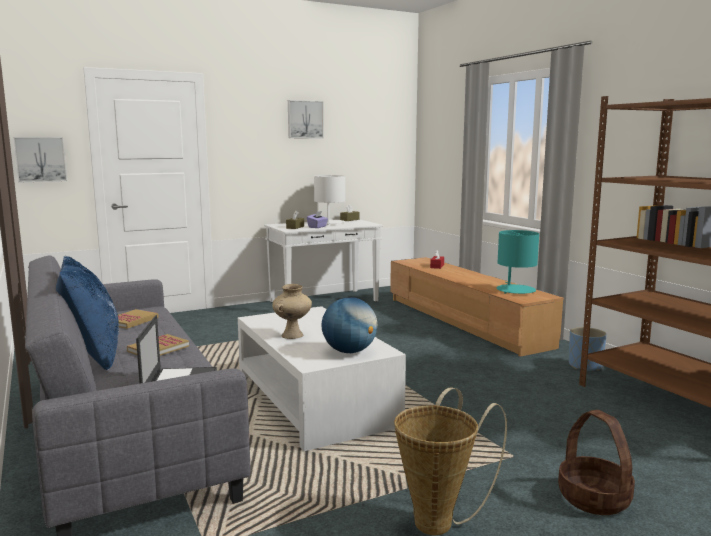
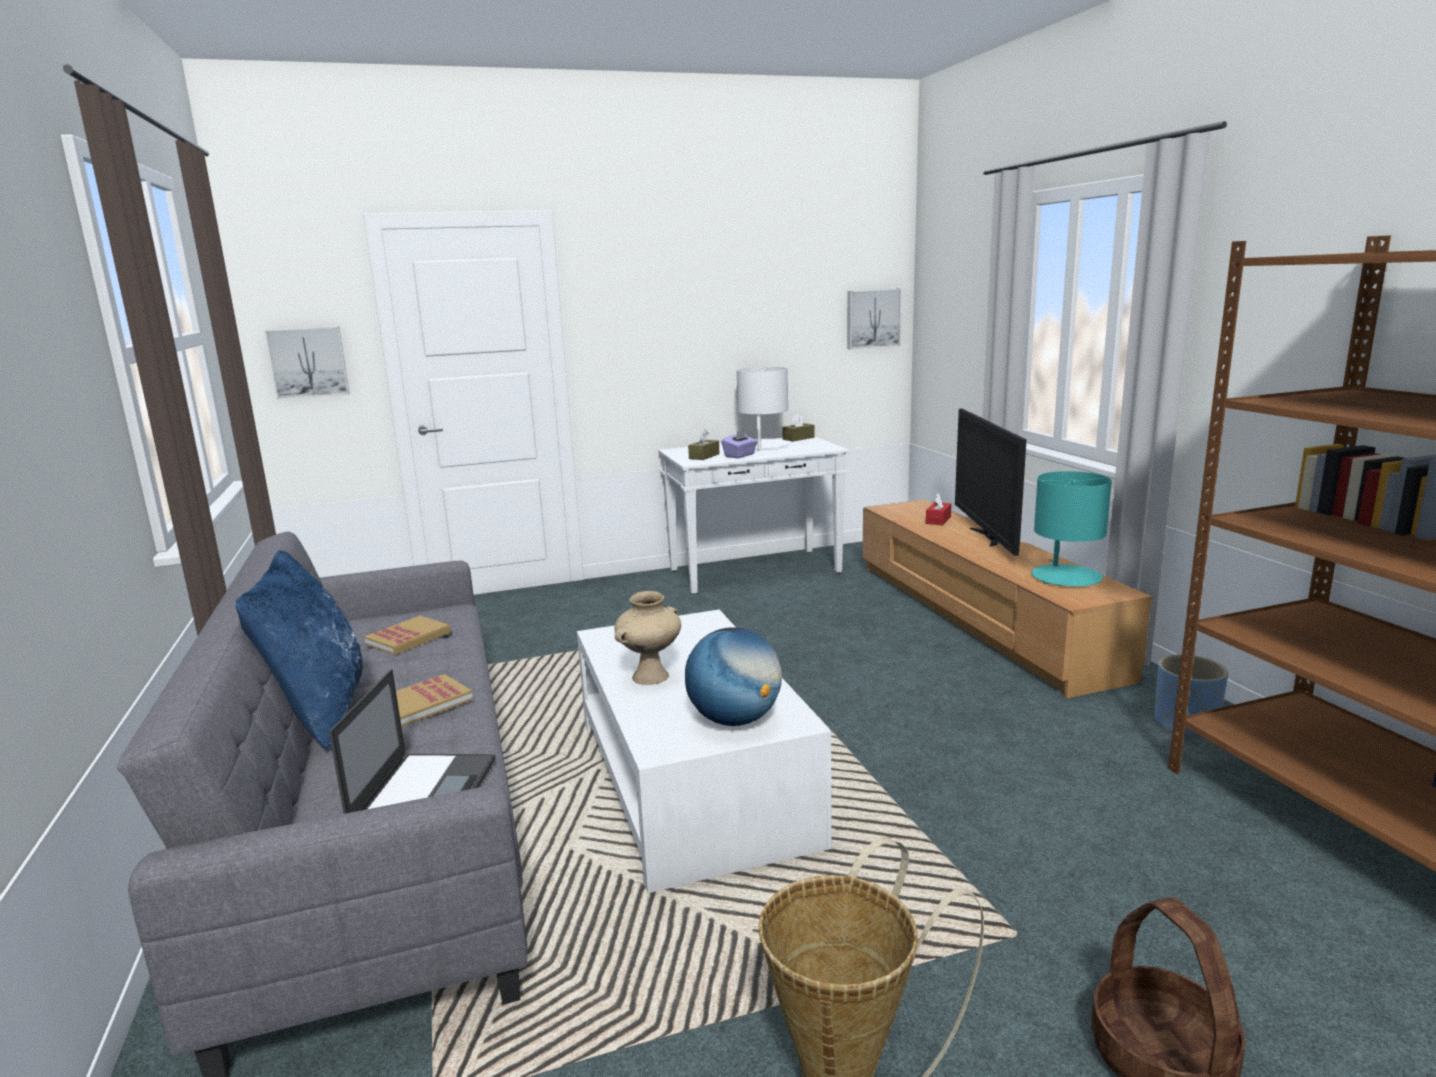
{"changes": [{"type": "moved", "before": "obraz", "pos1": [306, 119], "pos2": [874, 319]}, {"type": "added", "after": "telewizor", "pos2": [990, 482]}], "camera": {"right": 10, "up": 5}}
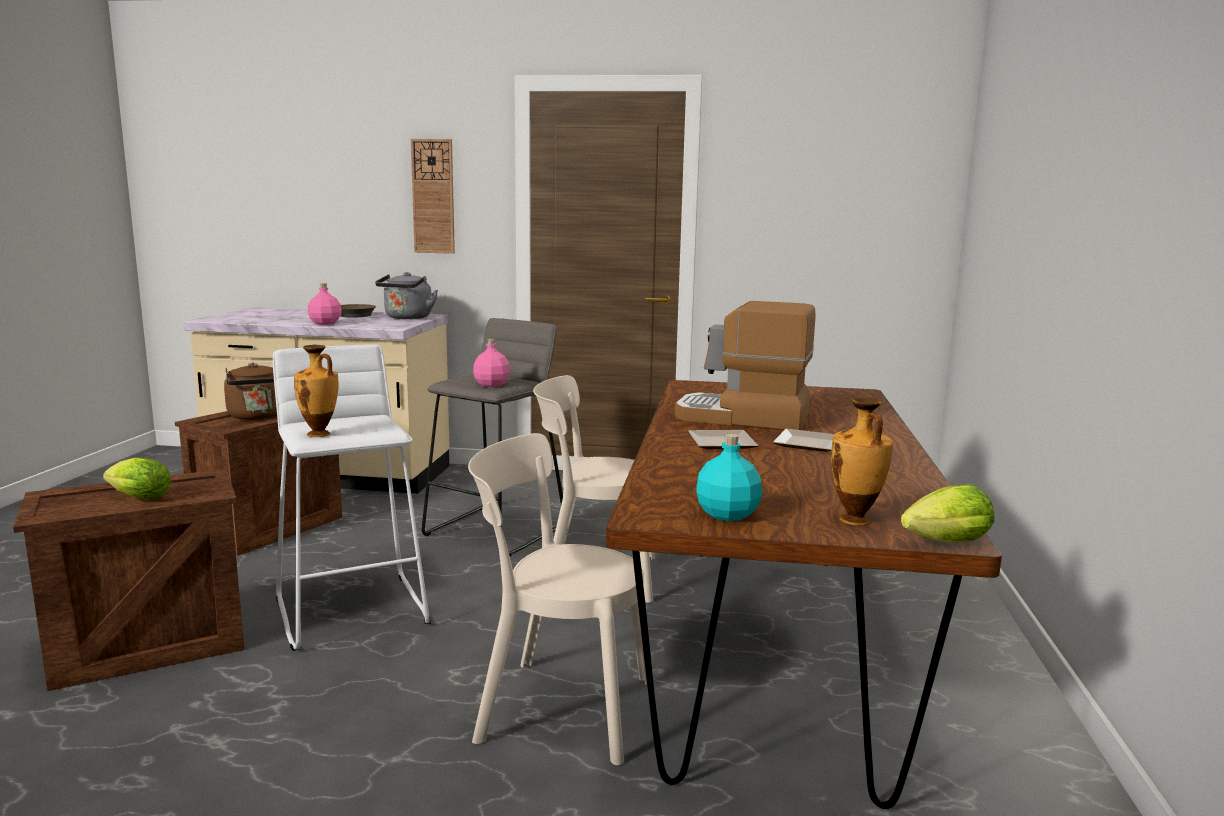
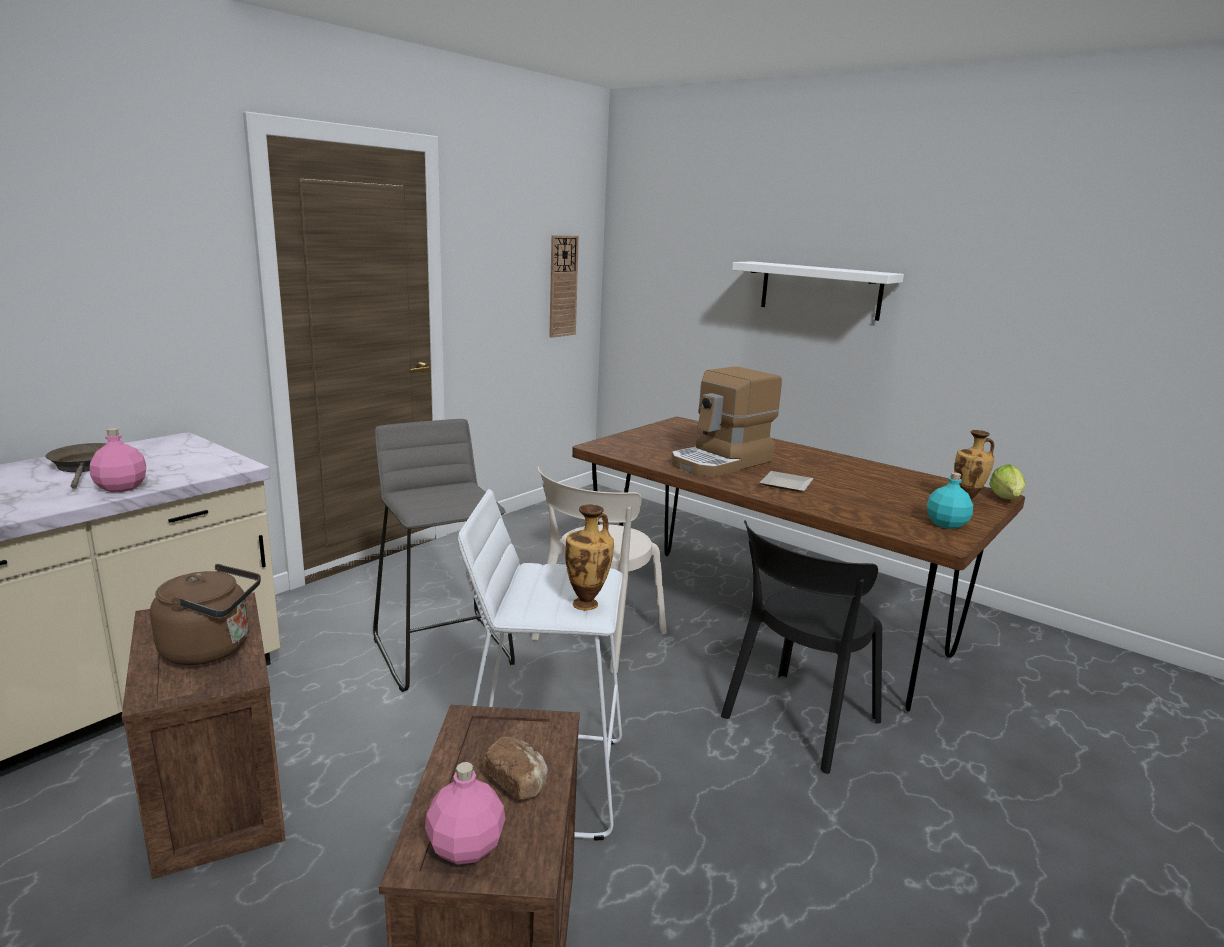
{"changes": [{"type": "moved", "before": "butelka (różowy)", "pos1": [491, 362], "pos2": [465, 813]}, {"type": "replaced", "before": "sałata", "after": "chleb", "pos1": [137, 478], "pos2": [515, 768]}, {"type": "moved", "before": "zegar ścienny", "pos1": [433, 196], "pos2": [564, 286]}, {"type": "recoloured", "before": "krzesło (beżowy)", "after": "krzesło (czarny)", "pos1": [557, 599], "pos2": [801, 647]}, {"type": "added", "after": "półka (biały)", "pos2": [818, 291]}, {"type": "removed", "before": "czajnik (szary)", "pos1": [406, 295]}, {"type": "removed", "before": "talerz", "pos1": [803, 440]}], "camera": {"right": -60, "up": 5}}
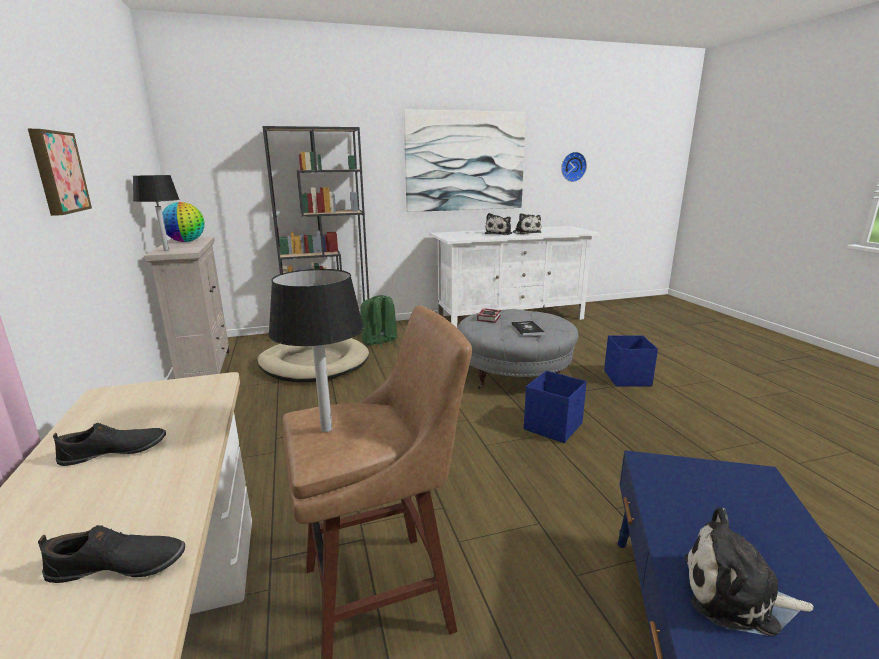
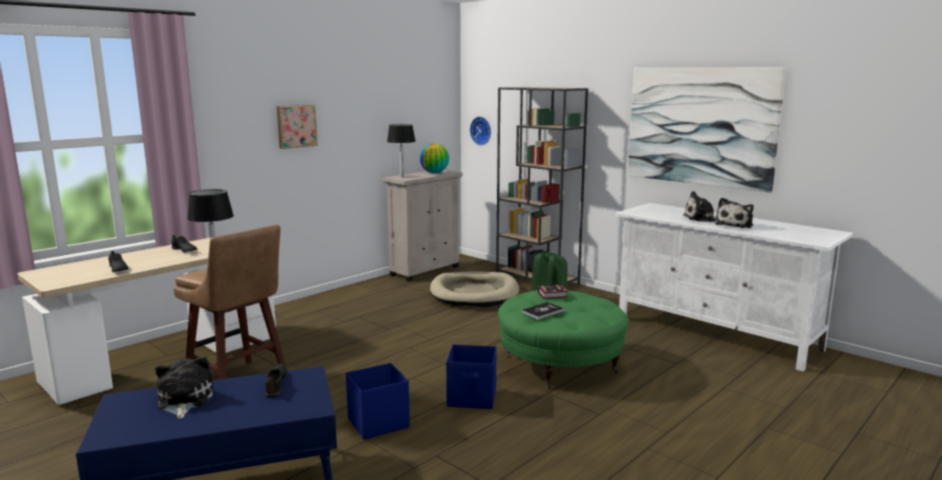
{"changes": [{"type": "added", "after": "but (czarny)", "pos2": [276, 381]}, {"type": "moved", "before": "pojemnik do przechowywania (niebieski)", "pos1": [631, 361], "pos2": [378, 401]}, {"type": "moved", "before": "zegar ścienny", "pos1": [574, 167], "pos2": [480, 131]}, {"type": "recoloured", "before": "pufa (szary)", "after": "pufa (zielony)", "pos1": [518, 349], "pos2": [563, 339]}], "camera": {"right": 60, "up": -5}}
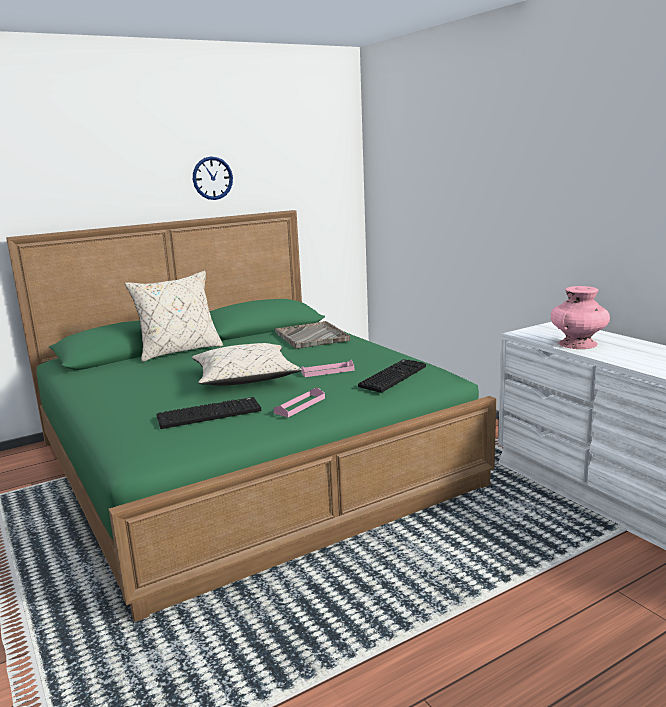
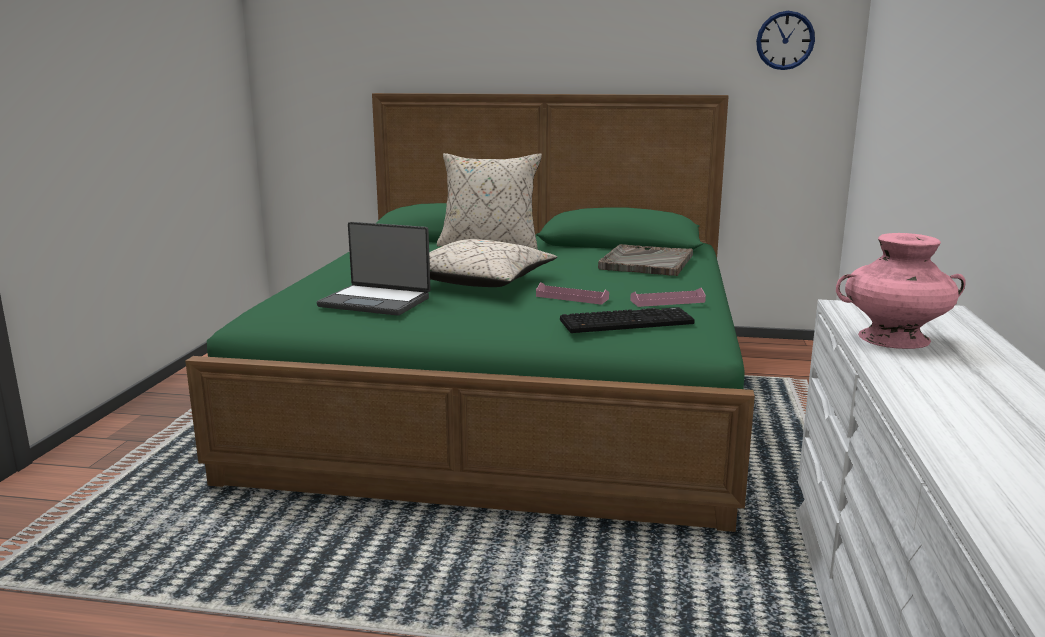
{"changes": [{"type": "replaced", "before": "klawiatura", "after": "laptop", "pos1": [208, 413], "pos2": [374, 268]}, {"type": "moved", "before": "taca (różowy)", "pos1": [299, 402], "pos2": [668, 297]}, {"type": "moved", "before": "zegar ścienny", "pos1": [213, 178], "pos2": [785, 40]}], "camera": {"right": 40, "up": 0}}
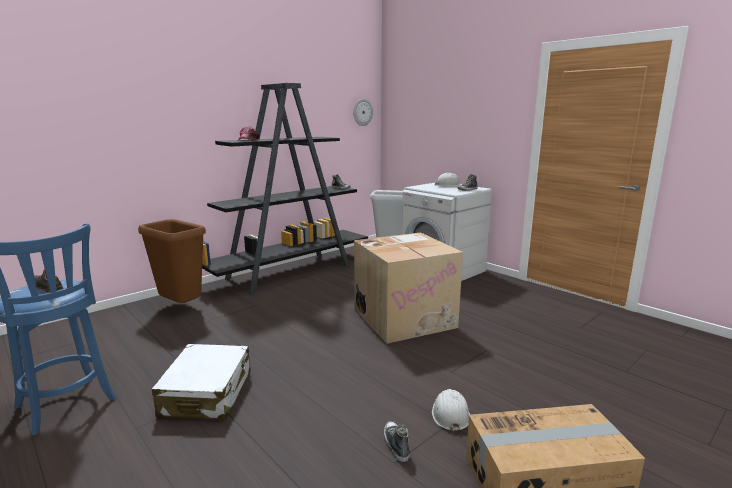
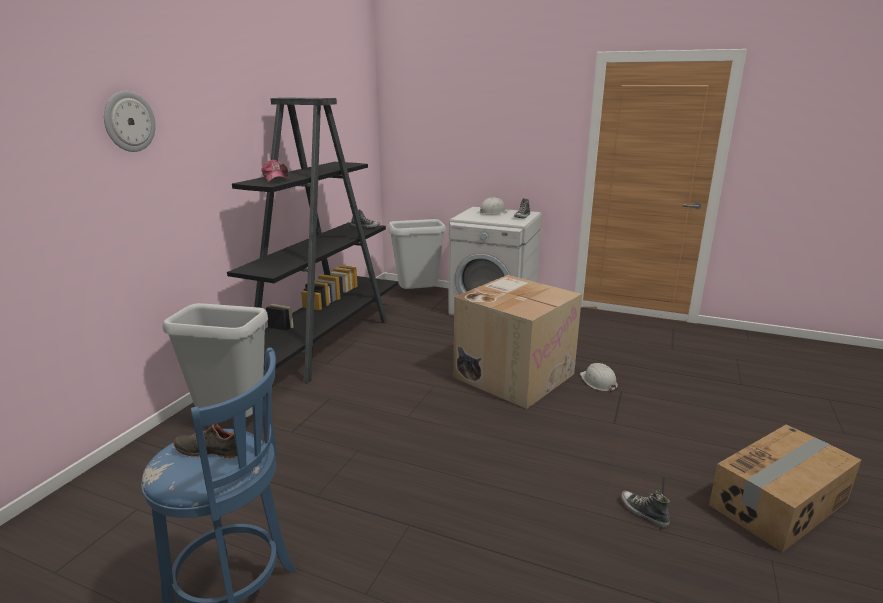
{"changes": [{"type": "moved", "before": "zegar ścienny", "pos1": [363, 112], "pos2": [130, 121]}, {"type": "recoloured", "before": "kosz na śmieci (brązowy)", "after": "kosz na śmieci (szary)", "pos1": [172, 261], "pos2": [215, 360]}, {"type": "moved", "before": "kask (biały)", "pos1": [451, 411], "pos2": [599, 377]}, {"type": "removed", "before": "walizka (biały)", "pos1": [201, 382]}], "camera": {"right": -25, "up": 5}}
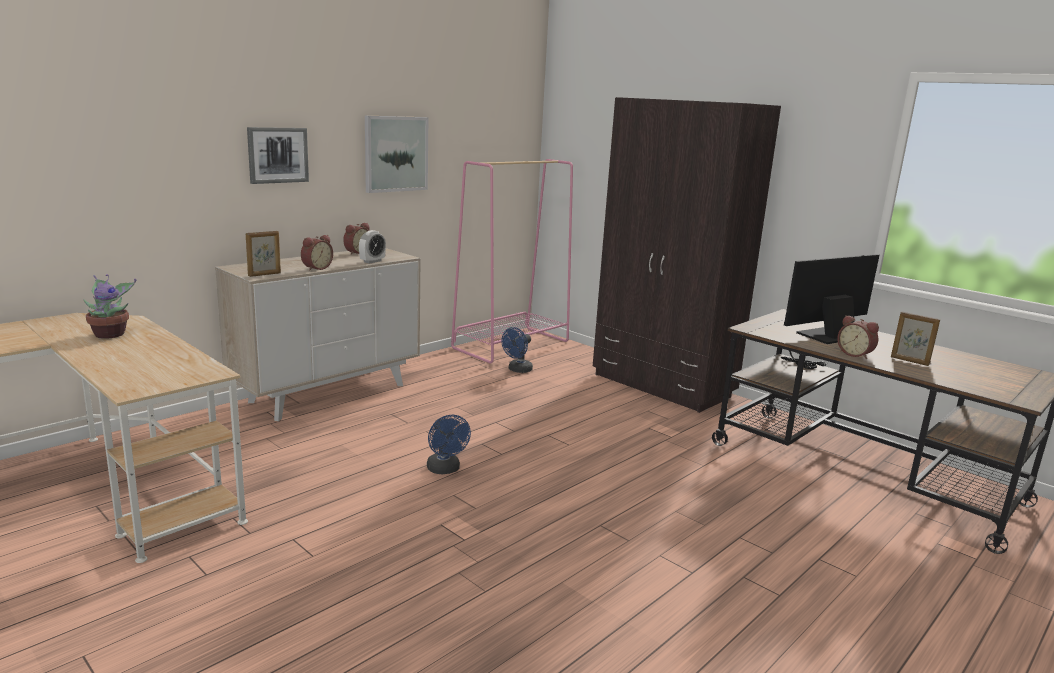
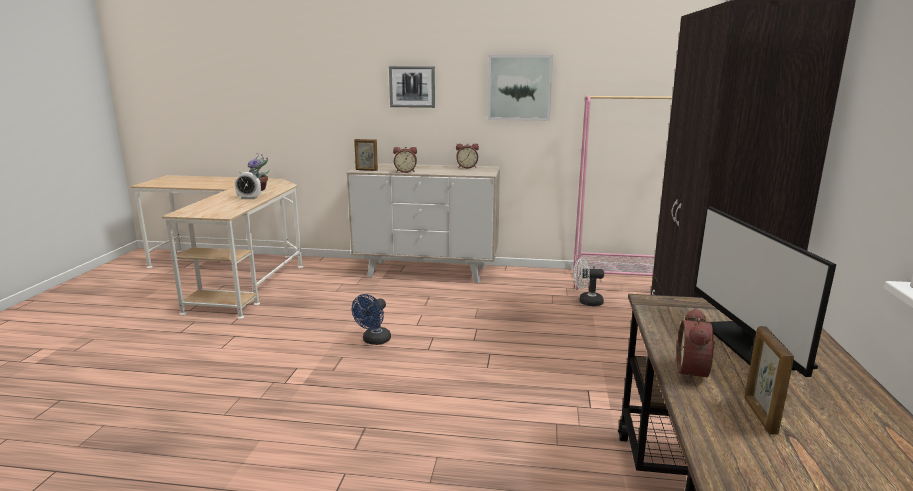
{"changes": [{"type": "moved", "before": "budzik", "pos1": [372, 247], "pos2": [248, 185]}, {"type": "recoloured", "before": "wentylator (niebieski)", "after": "wentylator (biały)", "pos1": [517, 350], "pos2": [589, 282]}, {"type": "turned", "before": "monitor", "pos1": [831, 299], "pos2": [765, 291], "turn": -120}], "camera": {"right": 55, "up": 0}}
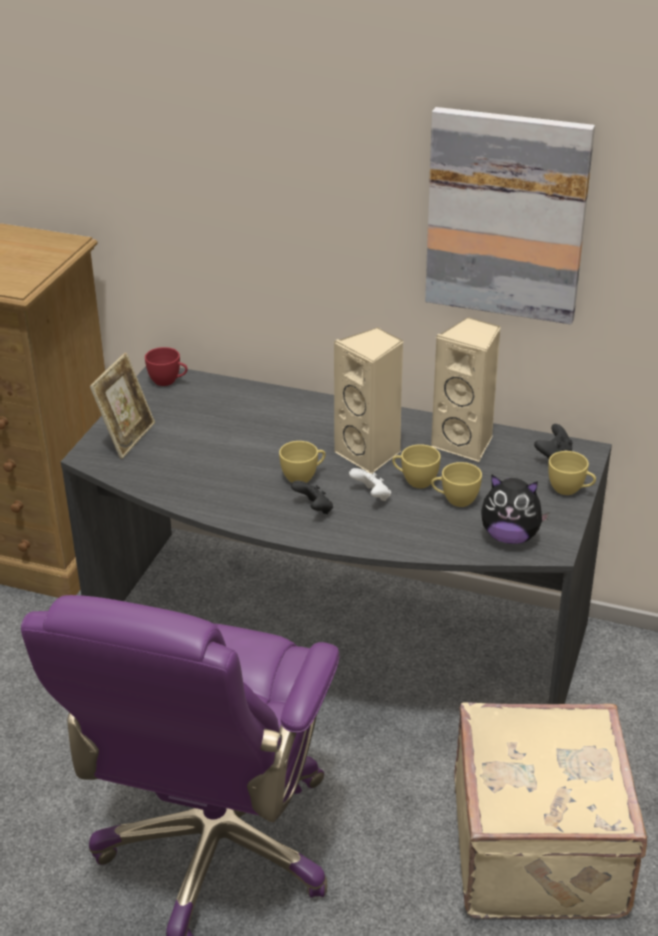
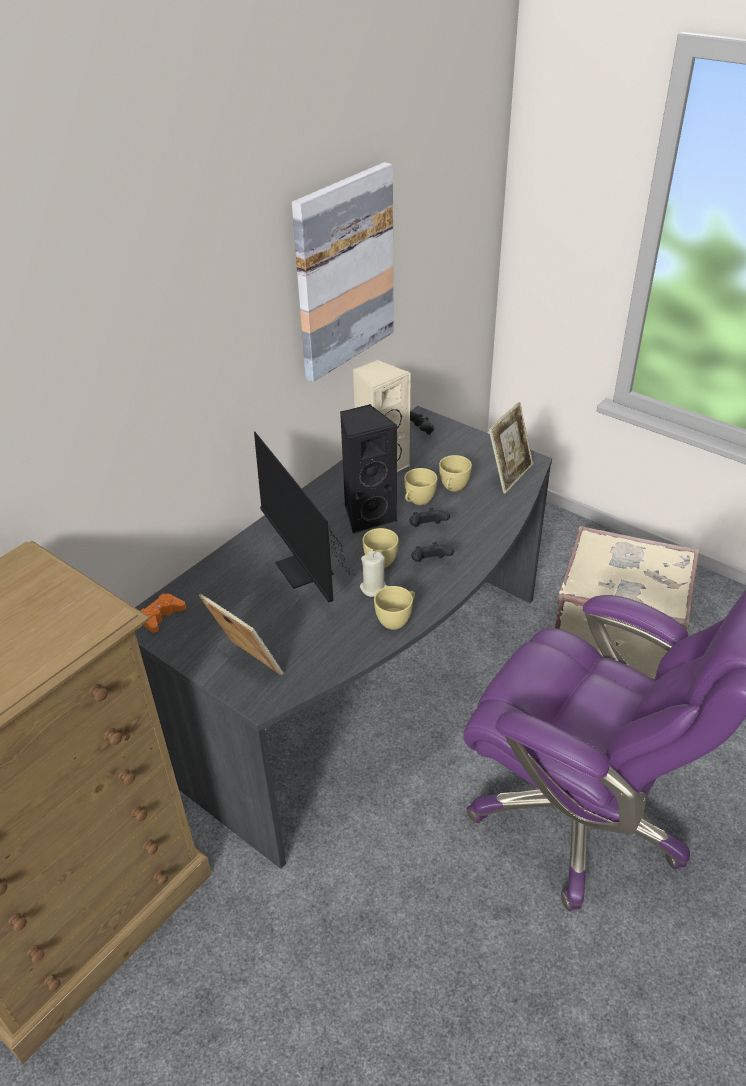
{"changes": [{"type": "replaced", "before": "filiżanka (czerwony)", "after": "pad do gier (pomarańczowy)", "pos1": [166, 366], "pos2": [163, 613]}, {"type": "added", "after": "monitor", "pos2": [304, 516]}, {"type": "recoloured", "before": "głośnik (beżowy)", "after": "głośnik (czarny)", "pos1": [368, 400], "pos2": [369, 469]}, {"type": "added", "after": "świeca (beżowy)", "pos2": [374, 574]}, {"type": "moved", "before": "filiżanka (żółty)", "pos1": [572, 473], "pos2": [394, 608]}, {"type": "recoloured", "before": "pad do gier (biały)", "after": "pad do gier (czarny)", "pos1": [370, 484], "pos2": [429, 517]}, {"type": "replaced", "before": "pluszak", "after": "ramka na zdjęcie", "pos1": [515, 509], "pos2": [511, 448]}], "camera": {"right": -70, "up": 5}}
